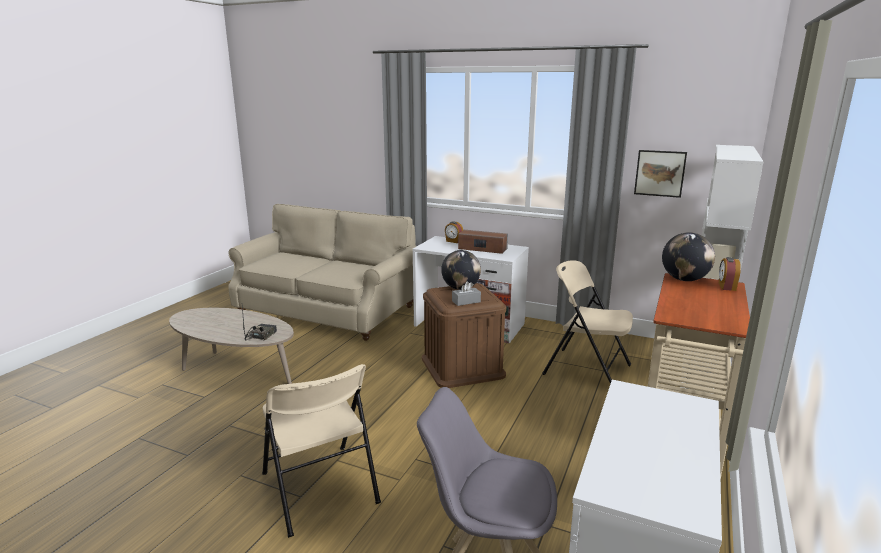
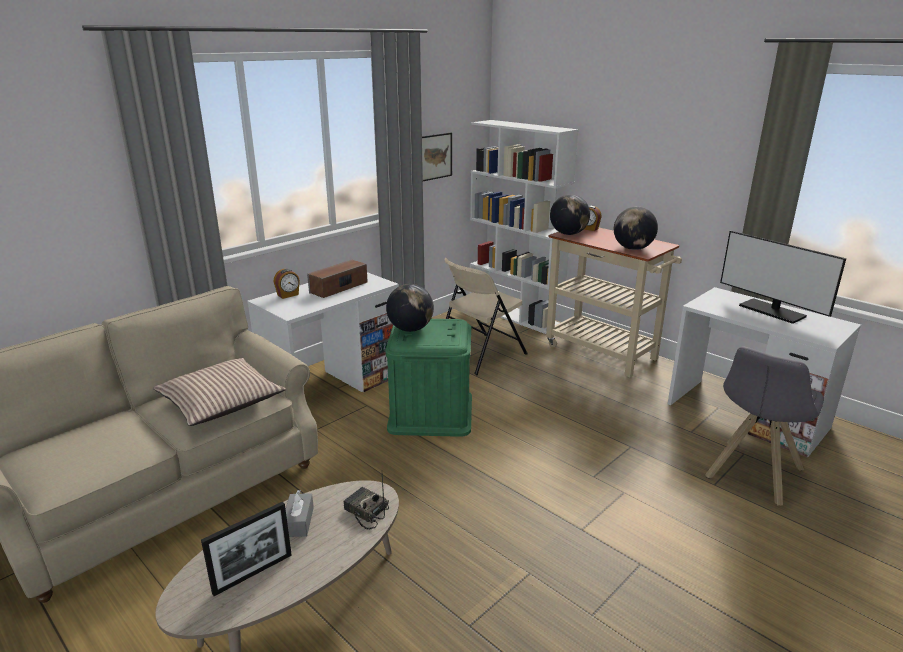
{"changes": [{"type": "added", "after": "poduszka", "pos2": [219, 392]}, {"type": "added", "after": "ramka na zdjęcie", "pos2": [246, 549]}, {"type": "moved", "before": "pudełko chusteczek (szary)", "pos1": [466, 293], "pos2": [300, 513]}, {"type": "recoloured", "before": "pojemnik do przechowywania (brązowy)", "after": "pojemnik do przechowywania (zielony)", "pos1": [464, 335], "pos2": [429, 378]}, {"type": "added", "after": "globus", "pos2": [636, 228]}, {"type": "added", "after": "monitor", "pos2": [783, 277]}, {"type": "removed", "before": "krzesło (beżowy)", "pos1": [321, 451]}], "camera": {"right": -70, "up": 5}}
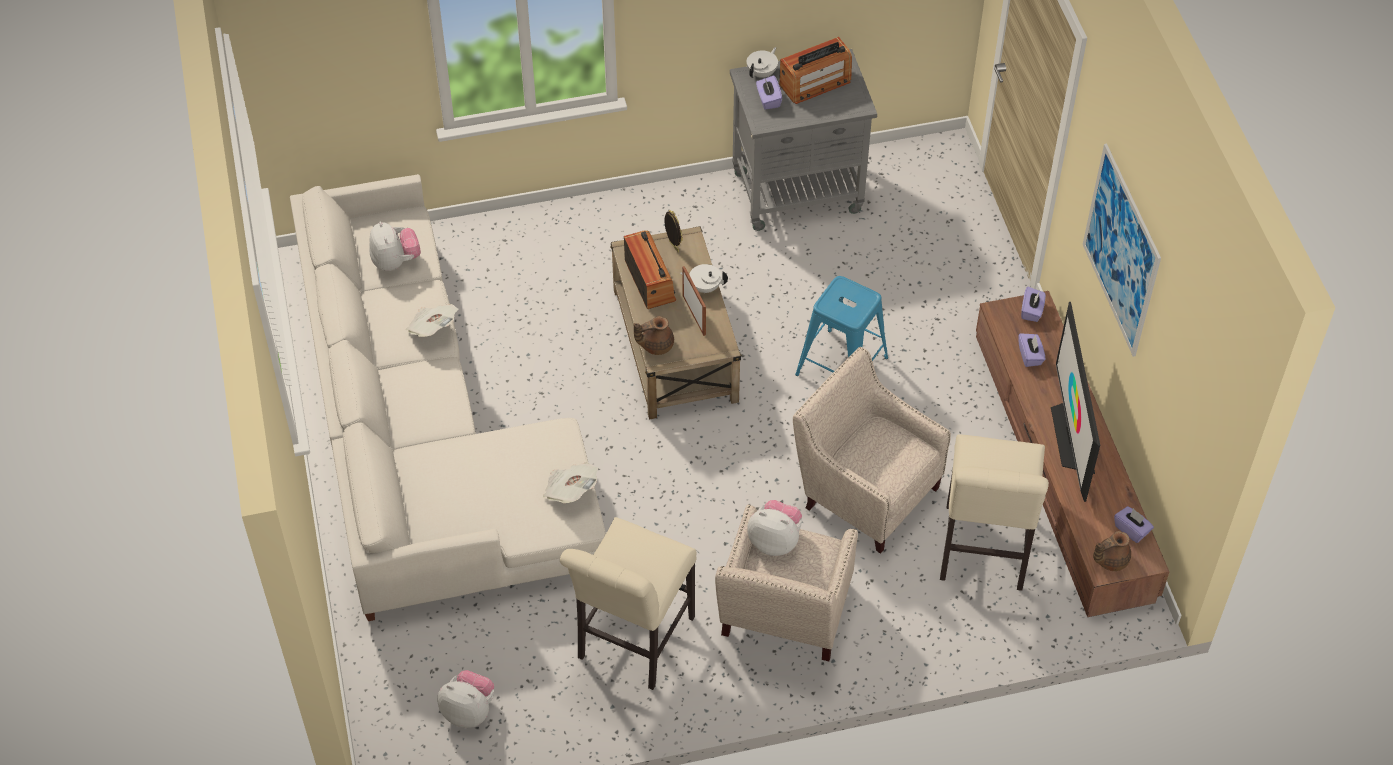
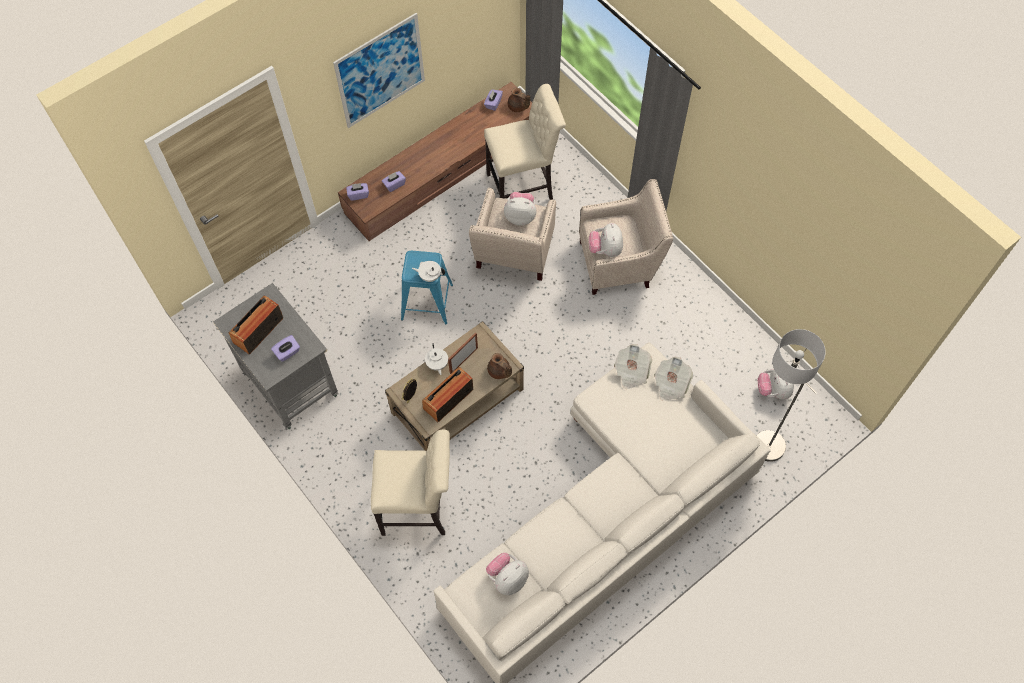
{"changes": [{"type": "turned", "before": "radio", "pos1": [815, 70], "pos2": [256, 324], "turn": -90}, {"type": "moved", "before": "stołek (beżowy)", "pos1": [628, 603], "pos2": [410, 483]}, {"type": "moved", "before": "imbryk (biały)", "pos1": [762, 62], "pos2": [428, 271]}, {"type": "added", "after": "pluszak", "pos2": [520, 209]}, {"type": "moved", "before": "gazeta", "pos1": [431, 320], "pos2": [673, 379]}, {"type": "added", "after": "lampa stojąca (szary)", "pos2": [791, 395]}, {"type": "removed", "before": "telewizor", "pos1": [1075, 402]}], "camera": {"right": -115, "up": 10}}
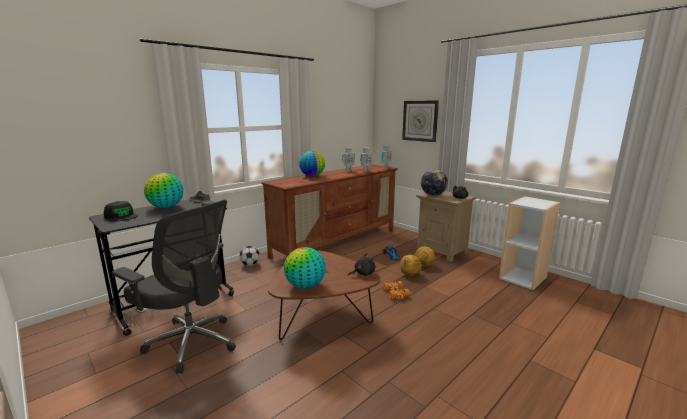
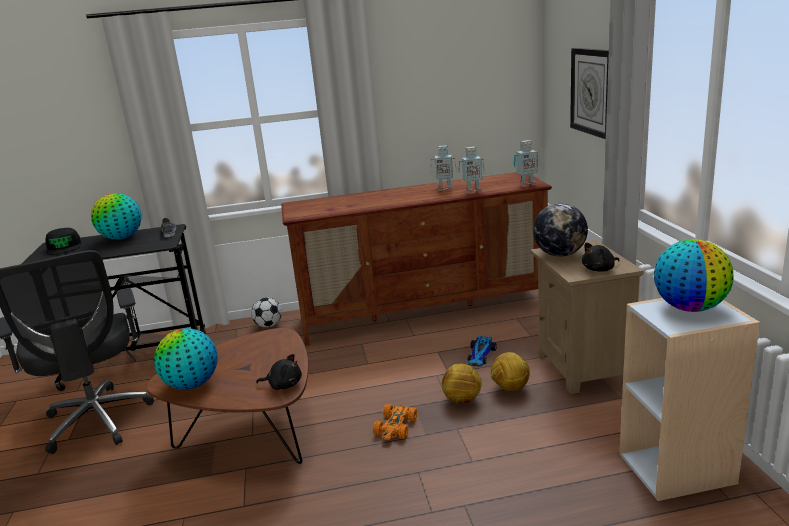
{"changes": [{"type": "moved", "before": "globus", "pos1": [312, 164], "pos2": [693, 275]}], "camera": {"right": 35, "up": 5}}
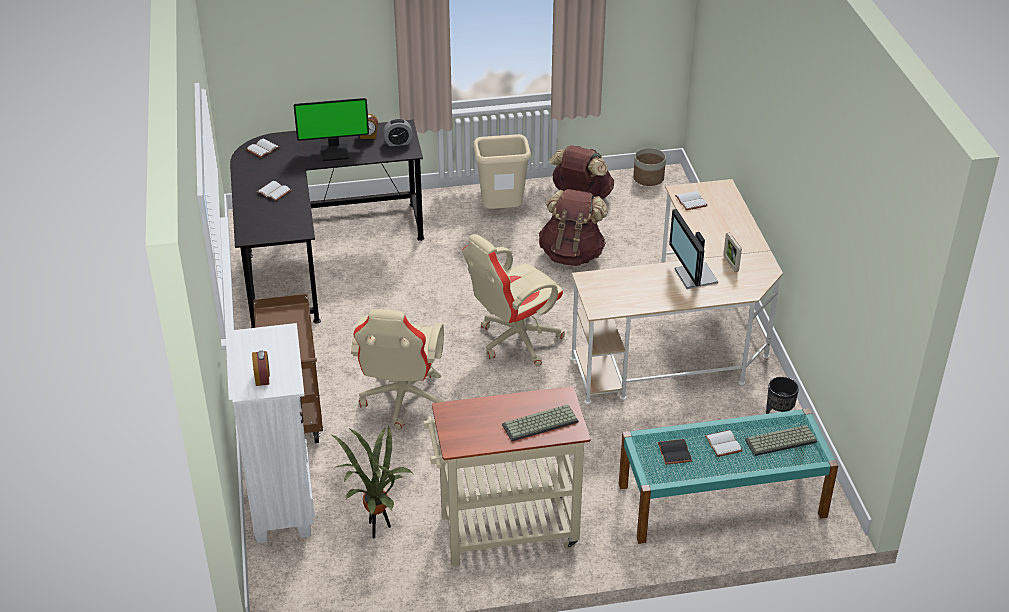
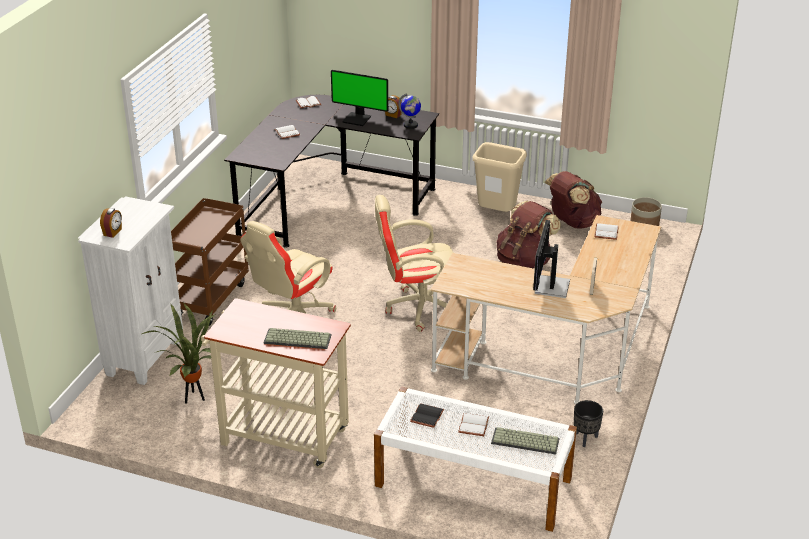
{"changes": [{"type": "recoloured", "before": "ławka (turkusowy)", "after": "ławka (biały)", "pos1": [728, 476], "pos2": [475, 459]}, {"type": "replaced", "before": "budzik", "after": "globus", "pos1": [398, 132], "pos2": [409, 111]}], "camera": {"right": 30, "up": -5}}
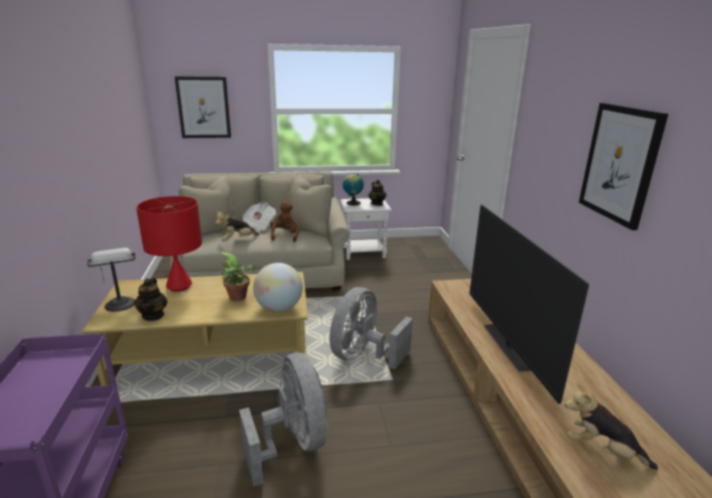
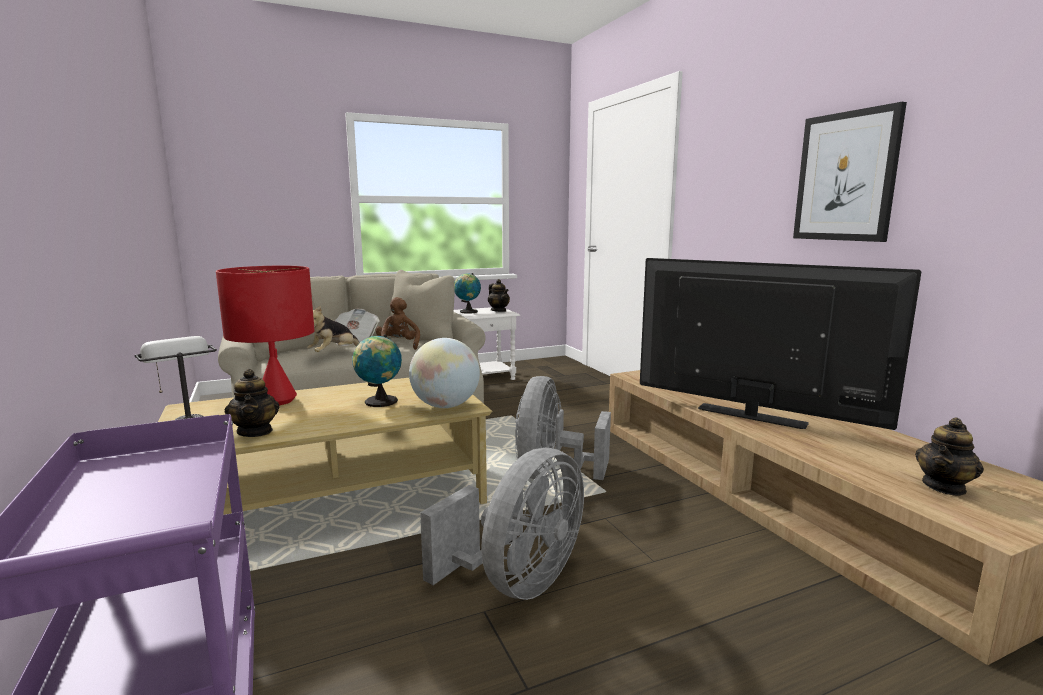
{"changes": [{"type": "replaced", "before": "roślina doniczkowa", "after": "globus", "pos1": [237, 276], "pos2": [377, 370]}, {"type": "turned", "before": "wentylator (szary)", "pos1": [283, 420], "pos2": [502, 524], "turn": 75}, {"type": "turned", "before": "telewizor", "pos1": [529, 304], "pos2": [780, 344], "turn": 150}, {"type": "replaced", "before": "pluszak", "after": "imbryk", "pos1": [611, 426], "pos2": [949, 456]}, {"type": "removed", "before": "obraz", "pos1": [202, 107]}], "camera": {"right": -15, "up": -10}}
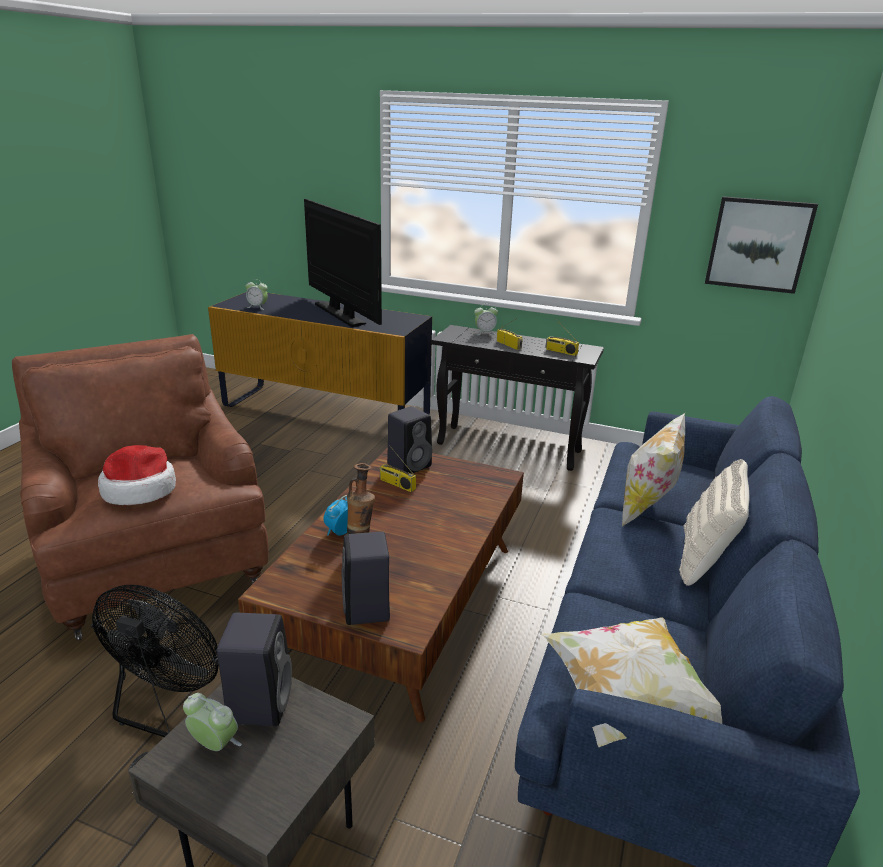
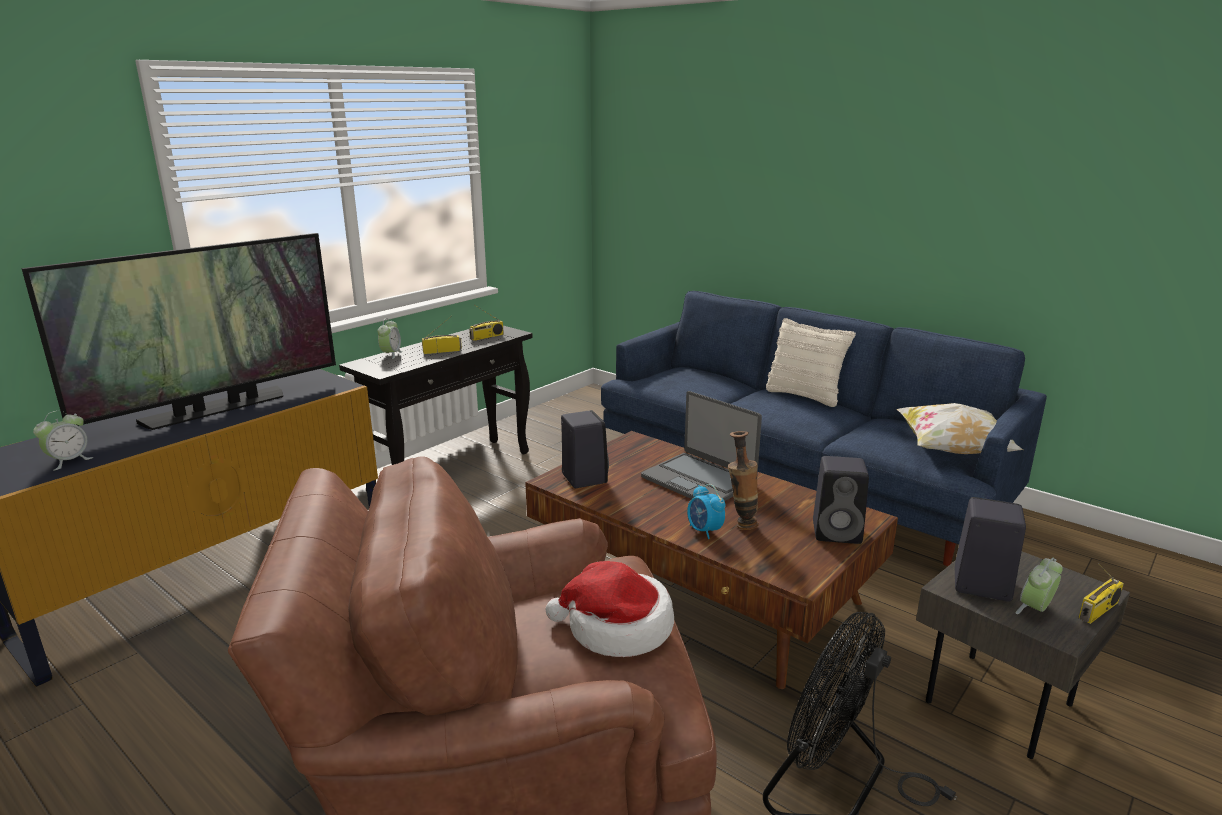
{"changes": [{"type": "turned", "before": "telewizor", "pos1": [343, 263], "pos2": [179, 331], "turn": 150}, {"type": "added", "after": "laptop", "pos2": [701, 446]}, {"type": "moved", "before": "radio", "pos1": [398, 468], "pos2": [1101, 593]}, {"type": "removed", "before": "poduszka", "pos1": [653, 469]}, {"type": "removed", "before": "obraz", "pos1": [761, 245]}], "camera": {"right": -70, "up": -5}}
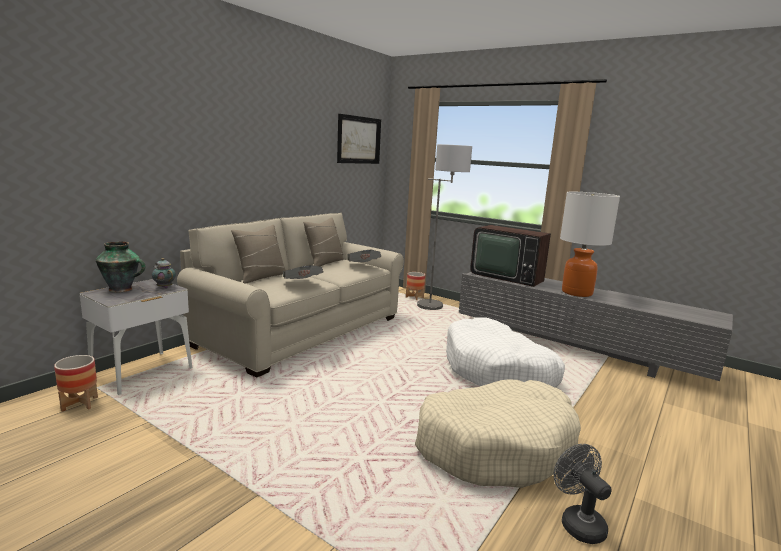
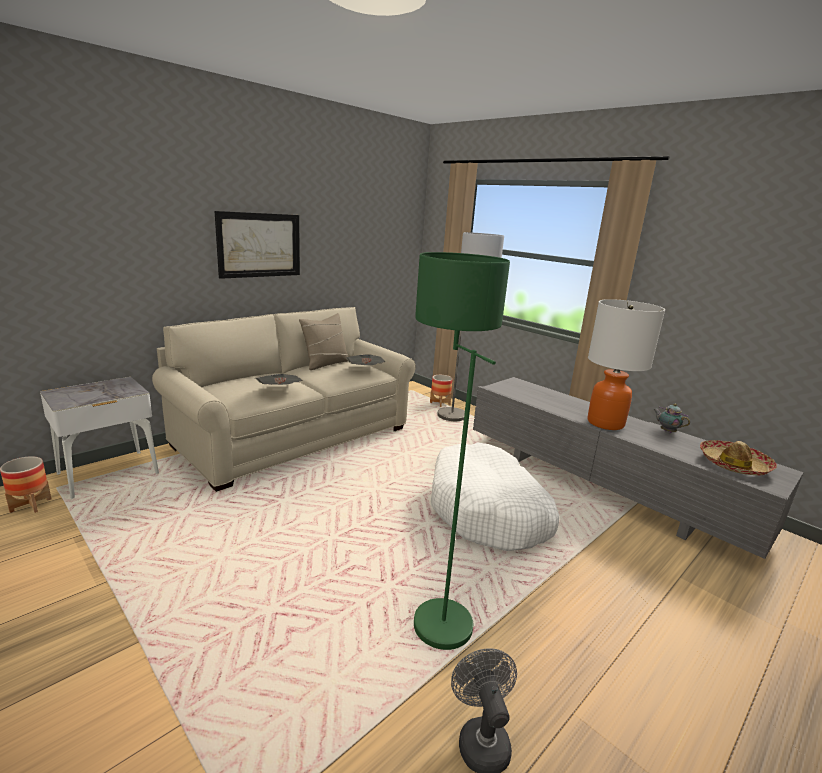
{"changes": [{"type": "moved", "before": "obraz", "pos1": [359, 139], "pos2": [257, 245]}, {"type": "replaced", "before": "legowisko (beżowy)", "after": "lampa stojąca (zielony)", "pos1": [498, 434], "pos2": [462, 451]}, {"type": "moved", "before": "imbryk", "pos1": [164, 273], "pos2": [672, 418]}, {"type": "added", "after": "kapelusz", "pos2": [738, 458]}, {"type": "removed", "before": "wazon", "pos1": [120, 267]}, {"type": "removed", "before": "poduszka (beżowy)", "pos1": [258, 254]}, {"type": "removed", "before": "telewizor", "pos1": [510, 256]}], "camera": {"right": 10, "up": 5}}
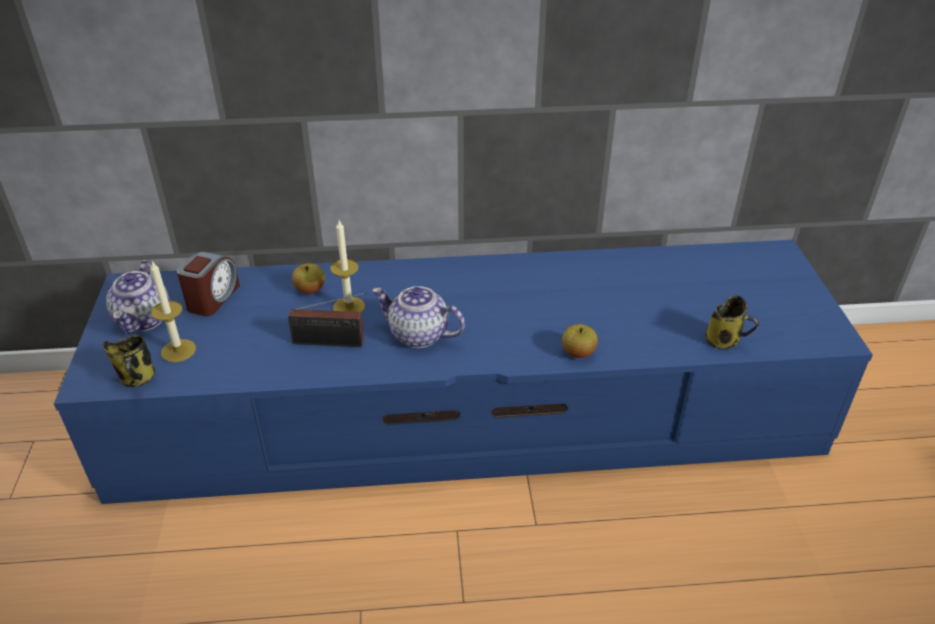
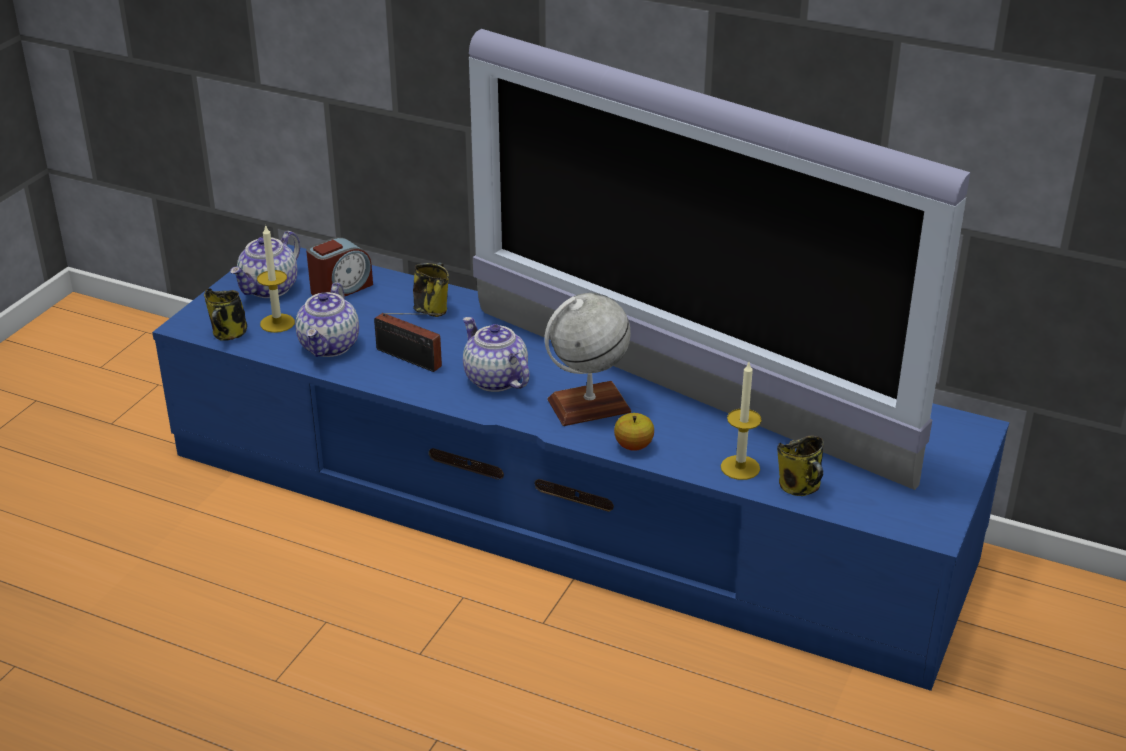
{"changes": [{"type": "added", "after": "imbryk", "pos2": [327, 319]}, {"type": "replaced", "before": "jabłko", "after": "kubek", "pos1": [308, 278], "pos2": [431, 289]}, {"type": "added", "after": "telewizor", "pos2": [719, 259]}, {"type": "added", "after": "globus", "pos2": [588, 359]}, {"type": "moved", "before": "świeca", "pos1": [347, 266], "pos2": [741, 421]}], "camera": {"right": 30, "up": -5}}
